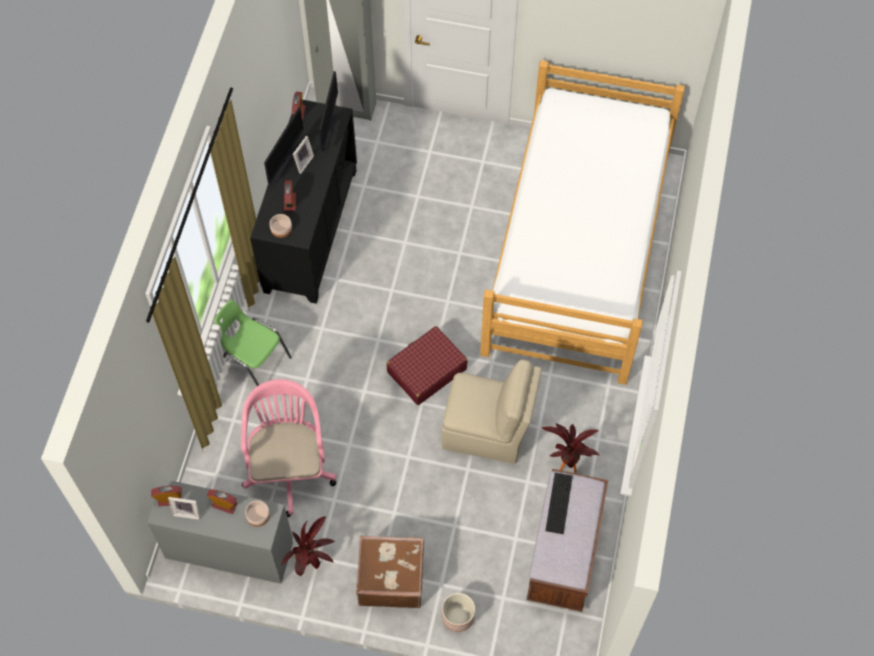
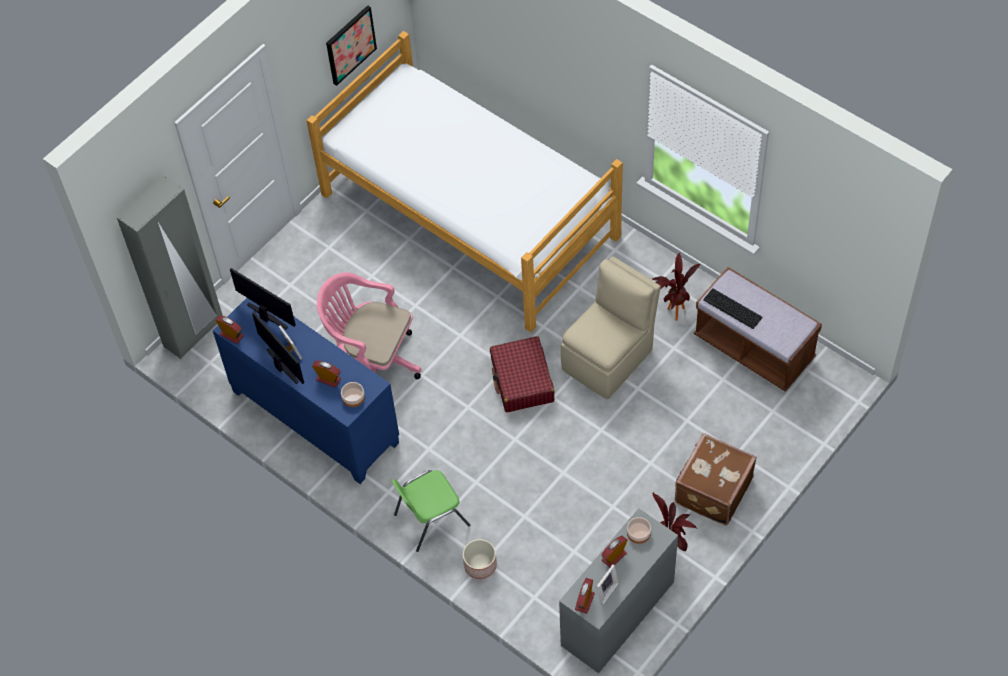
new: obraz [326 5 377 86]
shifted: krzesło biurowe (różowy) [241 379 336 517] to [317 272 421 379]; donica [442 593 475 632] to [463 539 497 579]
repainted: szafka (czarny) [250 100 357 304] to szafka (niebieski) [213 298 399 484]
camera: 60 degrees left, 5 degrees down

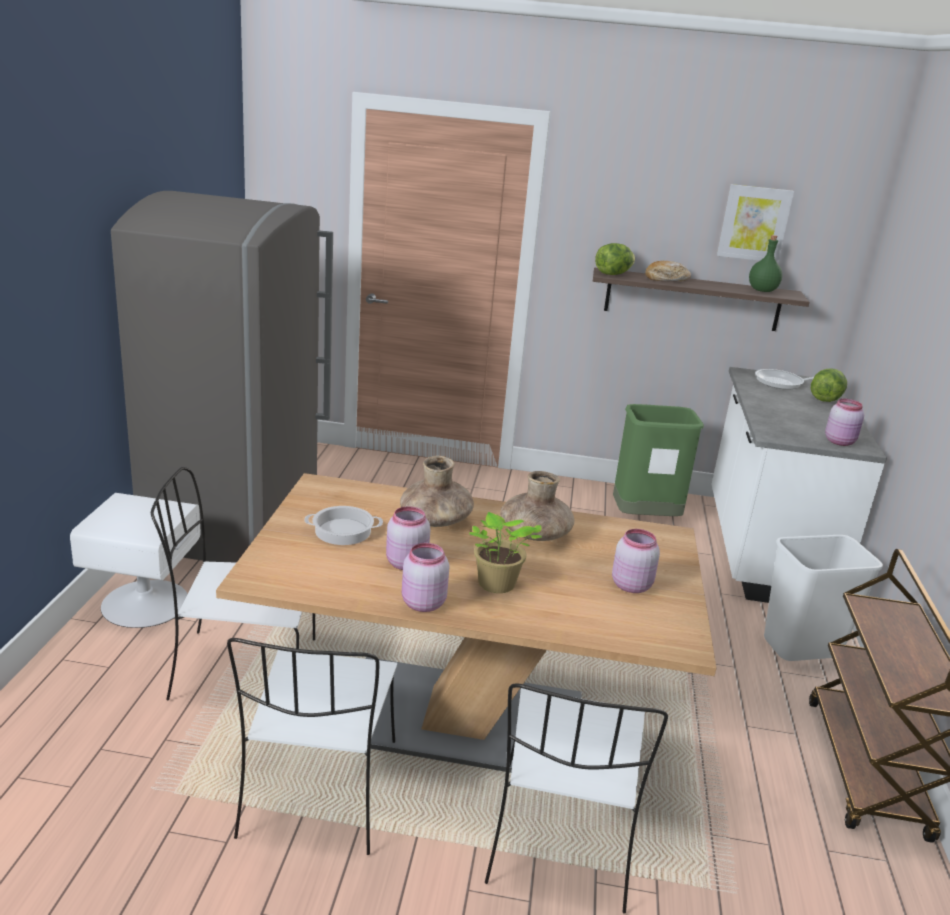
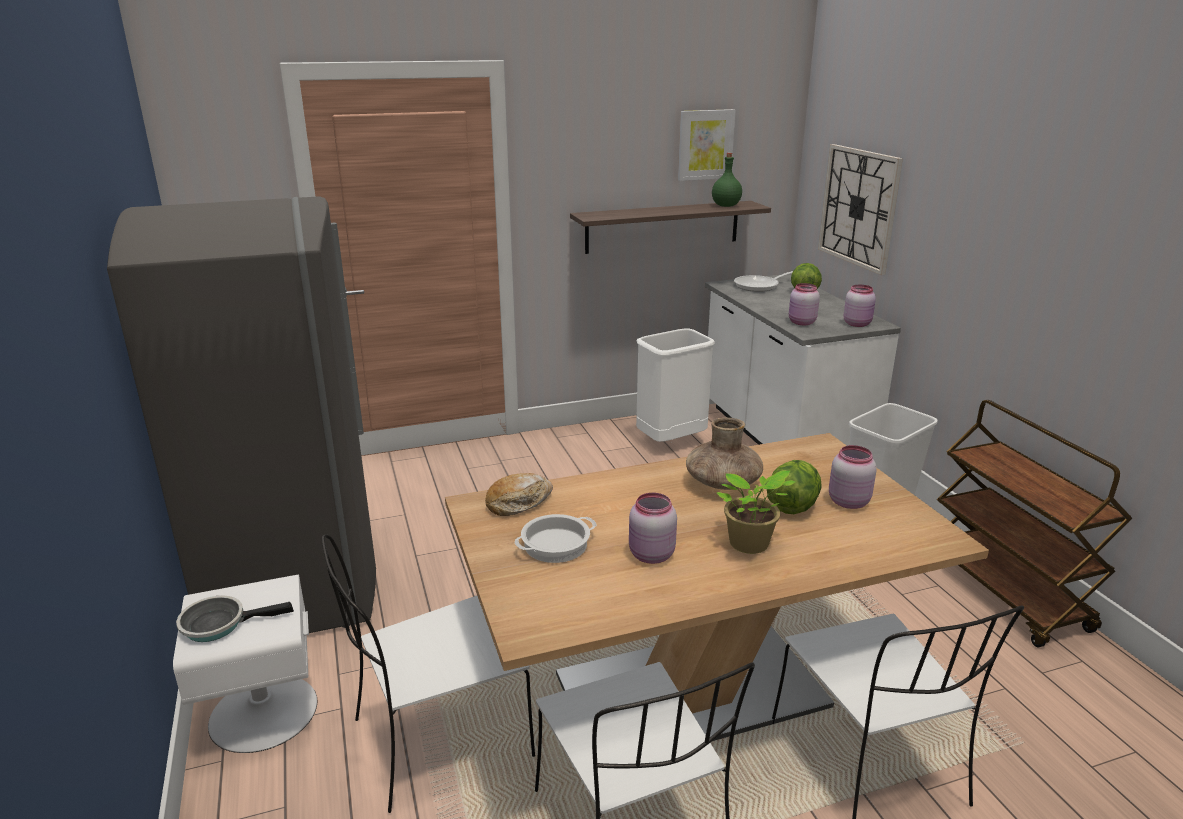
gone: wazon (brązowy) [400 456 474 527]
new: patelnia [176 595 294 642]; zegar ścienny [818 144 903 275]
shifted: słoik (różowy) [402 543 449 612] to [789 283 820 325]; sałata [595 243 635 275] to [767 460 822 514]; chleb [645 261 691 281] to [485 473 553 516]
repainted: kosz na śmieci (zielony) [613 404 704 516] to kosz na śmieci (biały) [636 328 715 442]
camera: 25 degrees left, 0 degrees up

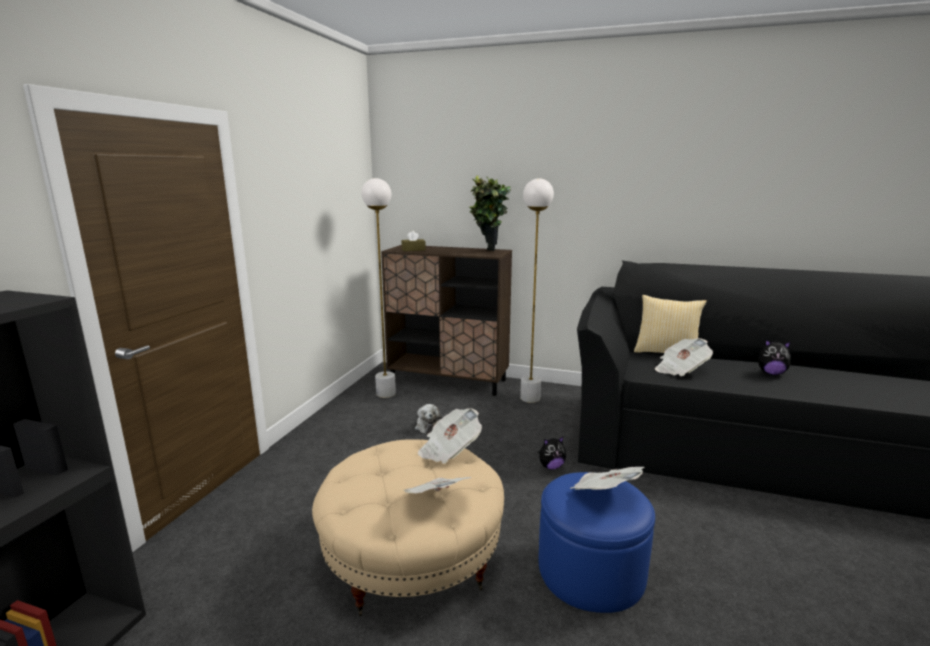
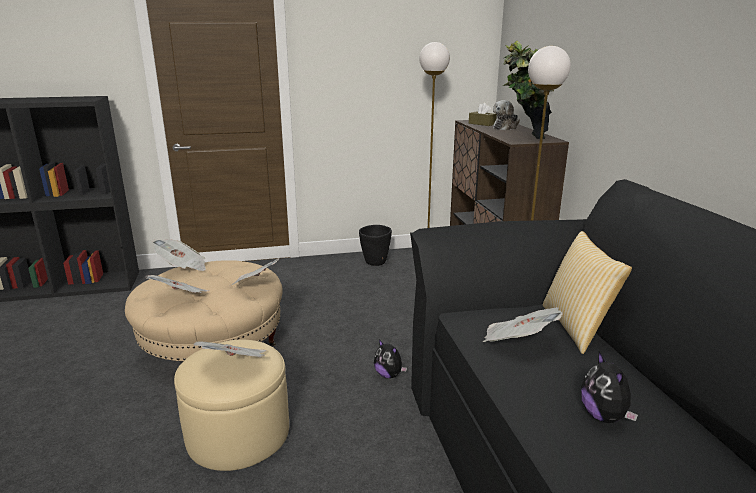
new: gazeta [152 239 206 271]; donica (czarny) [359 225 392 266]
shifted: pluszak [415 404 442 434] to [493 100 520 130]
repainted: pufa (niebieski) [538 472 655 613] to pufa (beżowy) [174 340 289 471]
camera: 60 degrees right, 5 degrees up

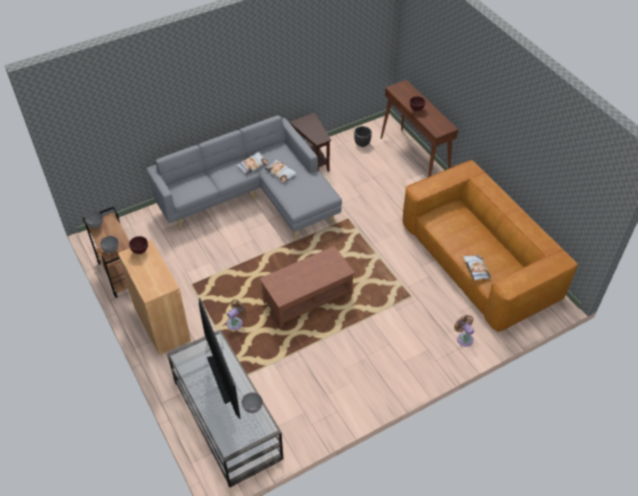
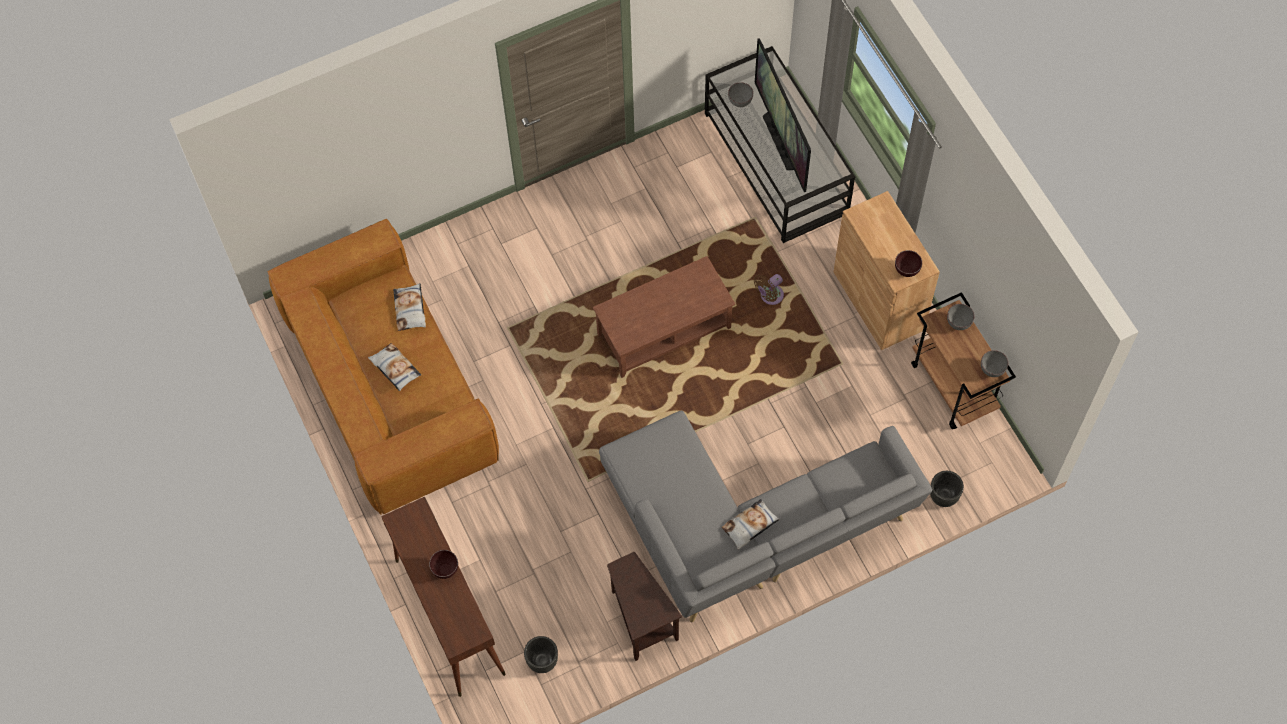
gone: wentylator (brązowy) [454 315 474 347]
new: donica (czarny) [930 471 964 507]
shifted: poduszka [265 159 297 183] to [368 343 421 391]
camera: 175 degrees left, 15 degrees up

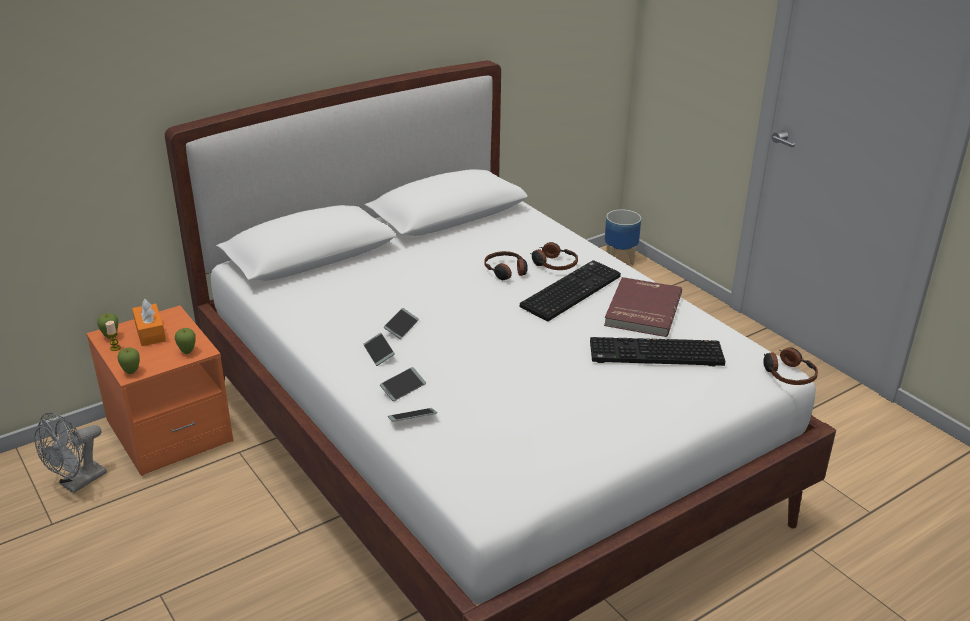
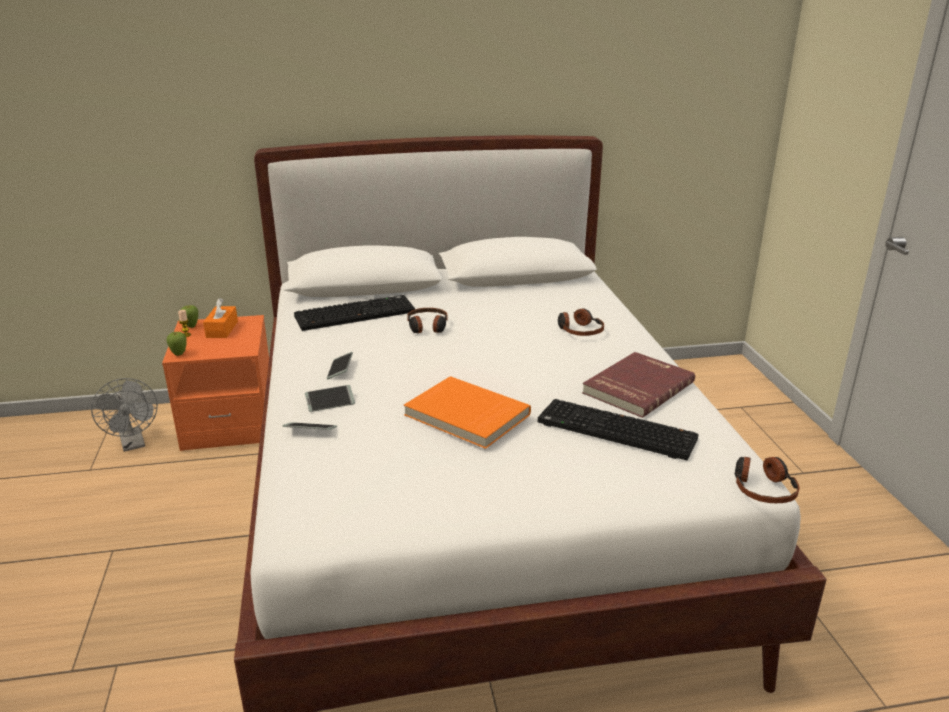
gone: jabłko [175 328 196 354]; telefon [384 308 419 339]; donica [605 209 641 265]
new: książka (pomarańczowy) [404 376 531 449]
shifted: słuchawki [484 251 528 280] to [407 308 448 333]; klawiatura [520 260 621 322] to [294 295 415 331]
rotated: wentylator (szary) [34 412 107 493] = [91 378 158 452] 90 degrees counterclockwise
camera: 25 degrees right, 5 degrees down

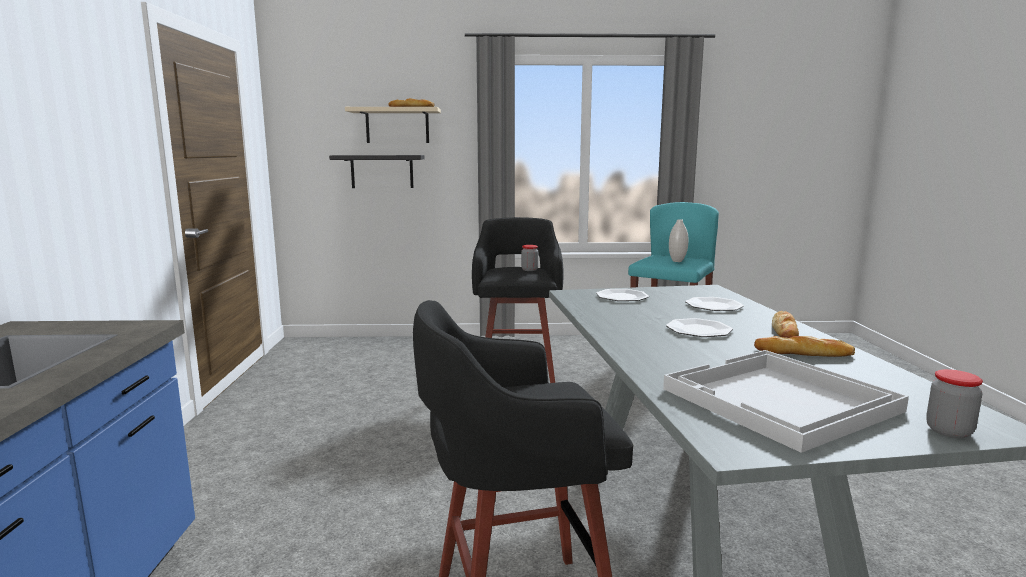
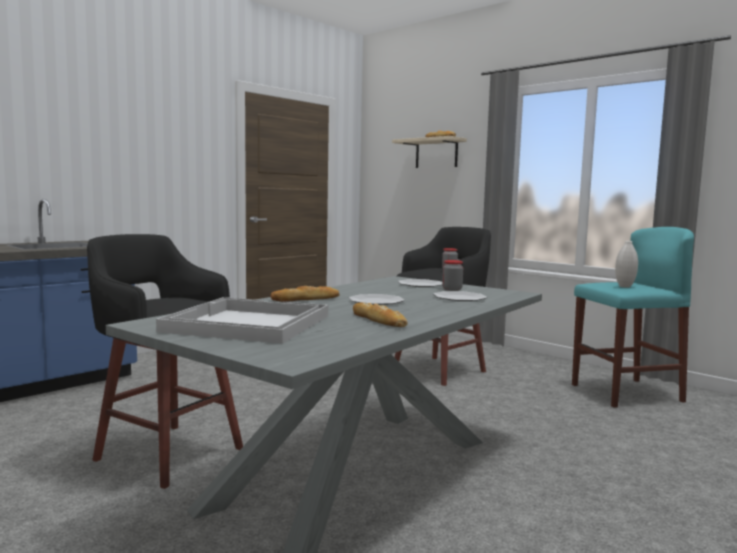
gone: półka (czarny) [329 155 425 188]
shifted: chleb [772 311 799 338] to [270 286 340 302]; słoik [926 369 983 438] to [442 260 463 291]
camera: 45 degrees right, 5 degrees down

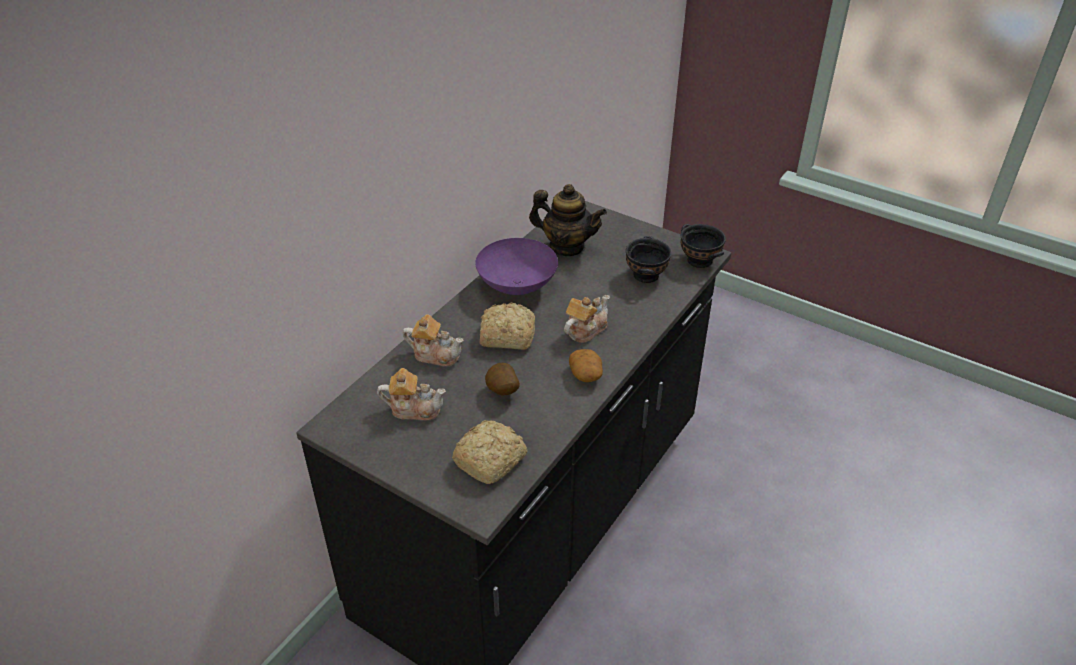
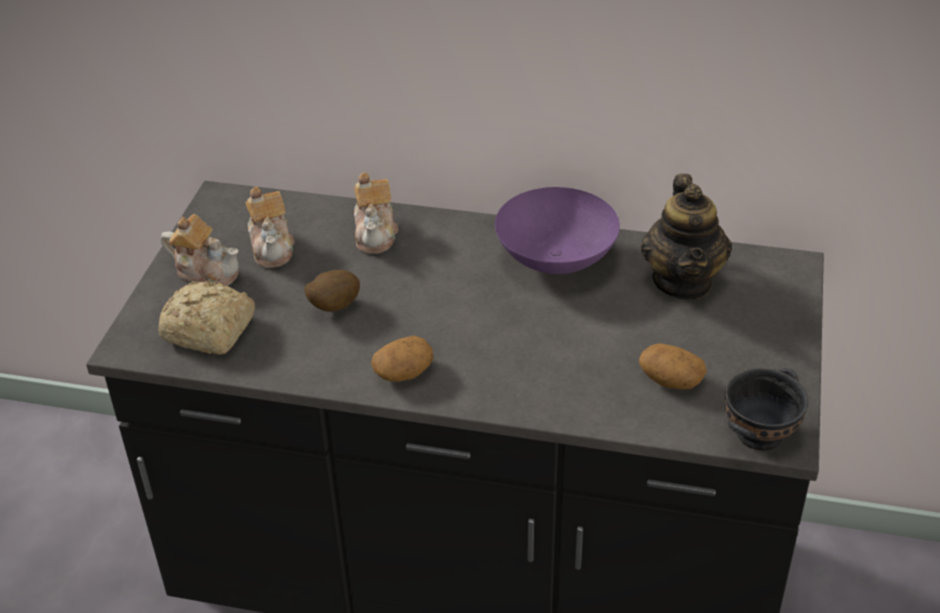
gone: chleb [480 302 535 350]
shifted: imbryk [564 295 610 343] to [161 214 239 286]
swapped: miska (czarny) [626 236 671 283] to ziemniak [639 343 707 390]
camera: 70 degrees right, 0 degrees up

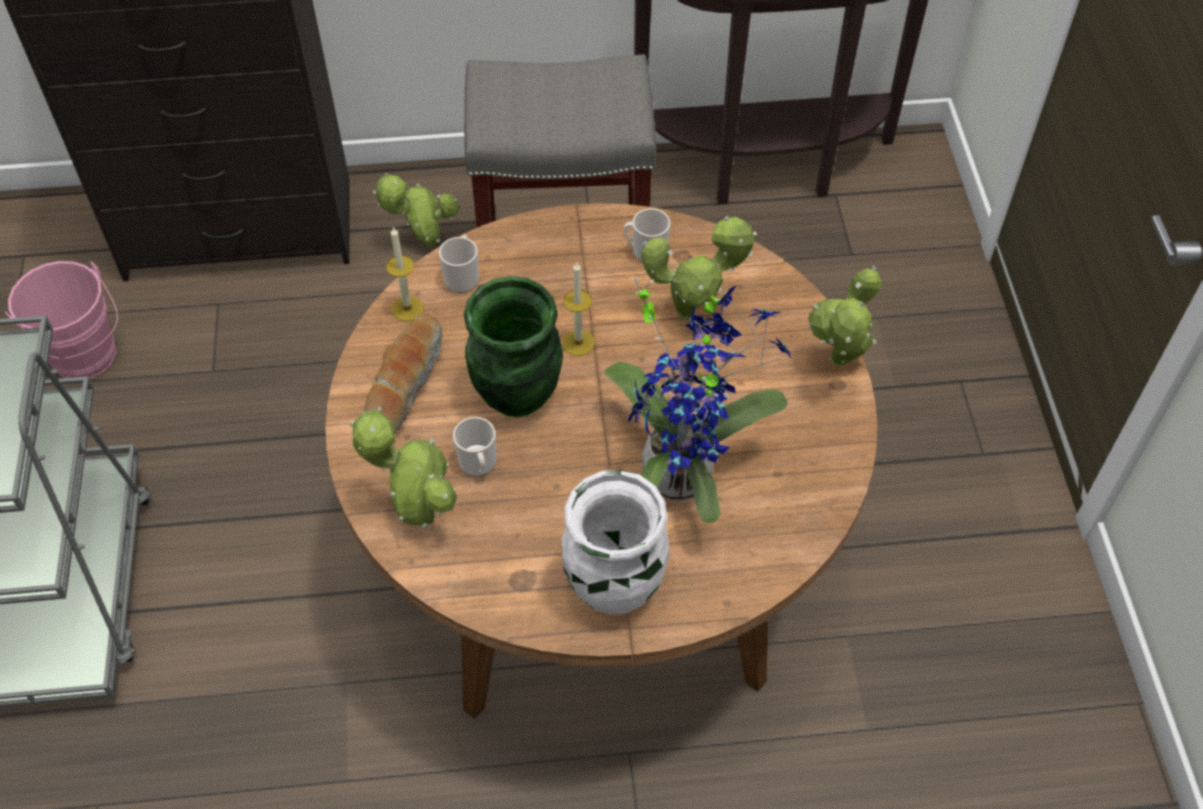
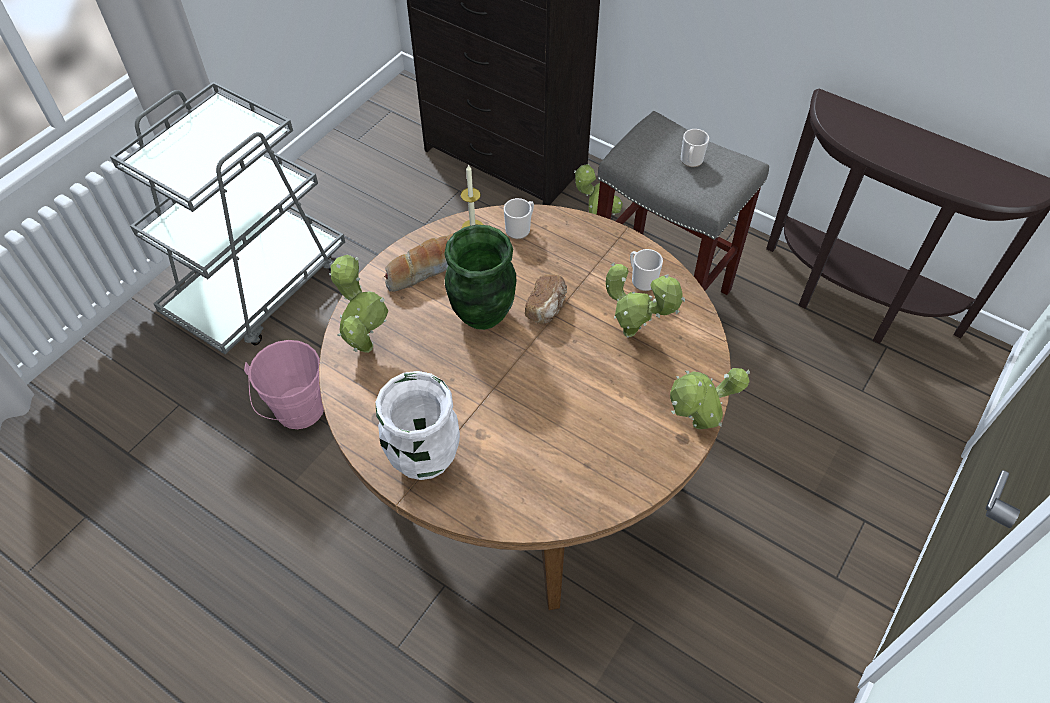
gone: roślina doniczkowa [604 277 791 523]
shifted: wiadro (różowy) [5 261 118 378] to [244 340 324 429]; kubek [453 417 496 477] to [681 129 709 167]
swapped: świeca [562 263 595 356] to chleb [525 274 567 324]
camera: 40 degrees right, 0 degrees up

